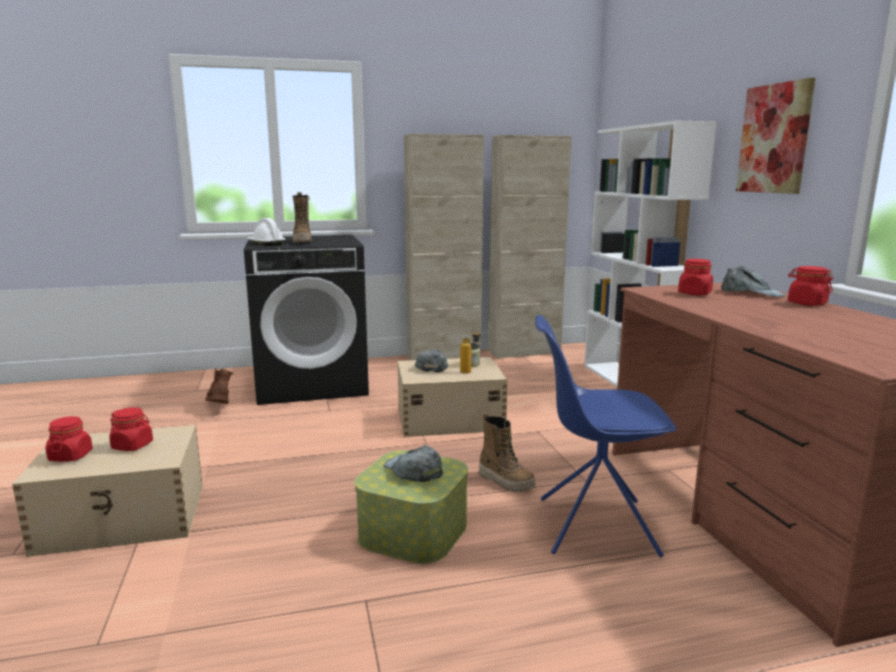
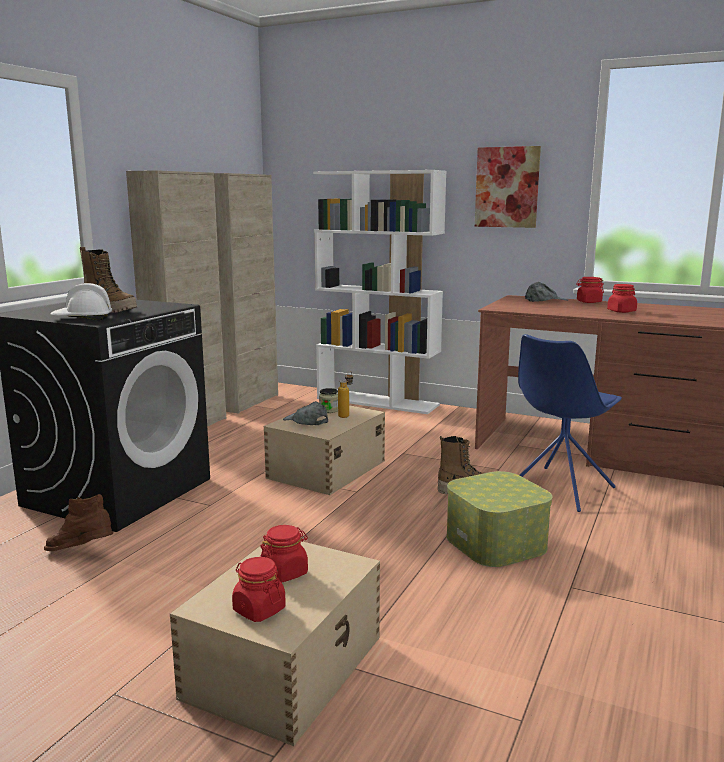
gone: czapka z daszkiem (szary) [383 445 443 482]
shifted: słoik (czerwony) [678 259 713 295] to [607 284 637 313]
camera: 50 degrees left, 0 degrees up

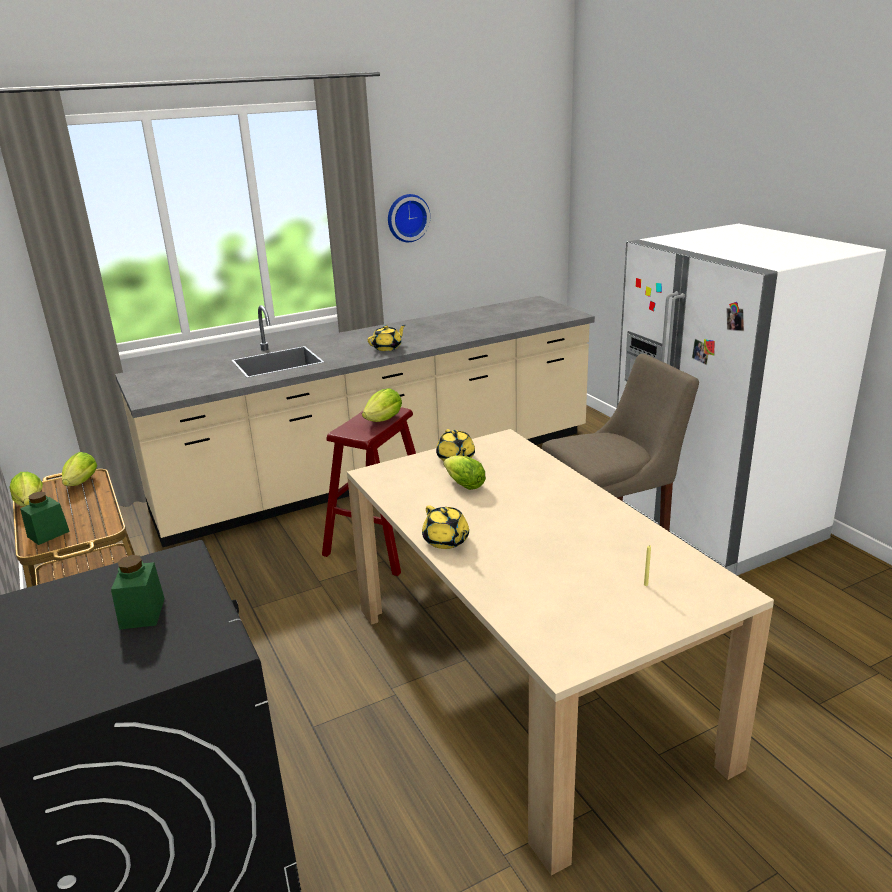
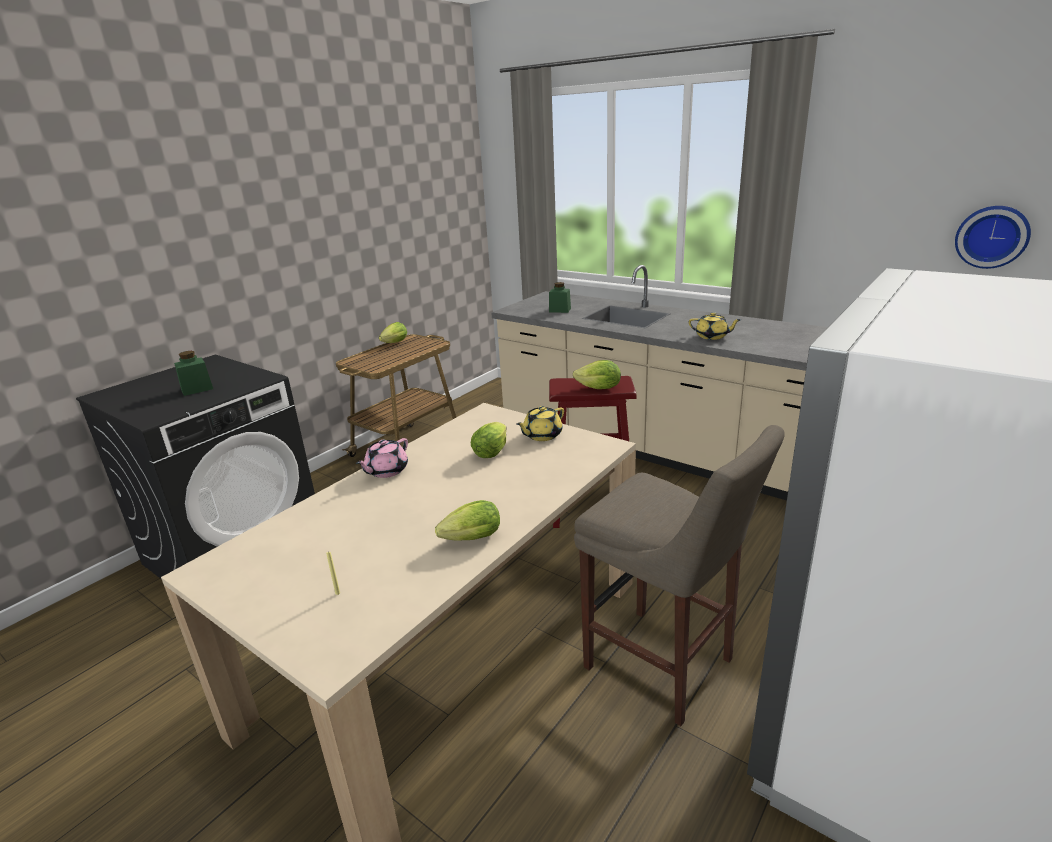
shifted: słoik (zielony) [20 492 70 545] to [549 282 571 313]; sałata [62 452 97 486] to [435 500 500 541]; zegar ścienny [388 194 430 242] to [955 206 1031 269]
repainted: imbryk (żółty) [422 505 469 549] to imbryk (różowy) [356 438 408 478]
camera: 65 degrees right, 0 degrees up

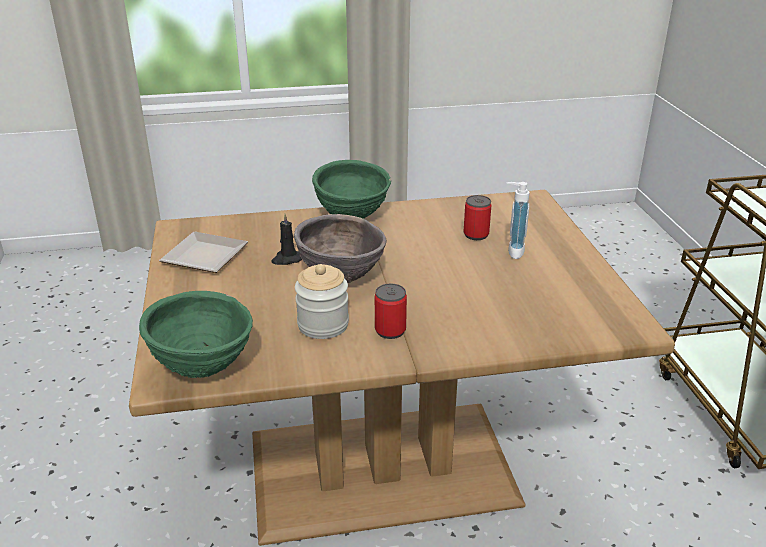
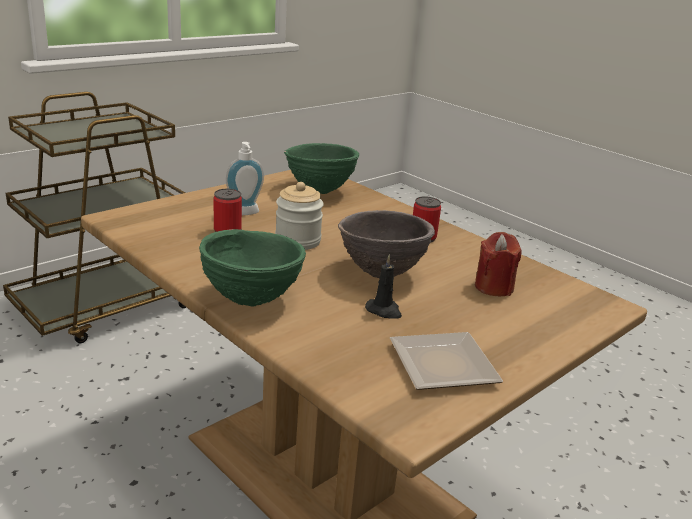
new: świeca (czerwony) [475 232 522 296]
shifted: miska (zielony) [139 291 253 378] to [284 143 359 194]; słoik [295 264 349 339] to [275 182 324 250]
camera: 125 degrees left, 5 degrees down

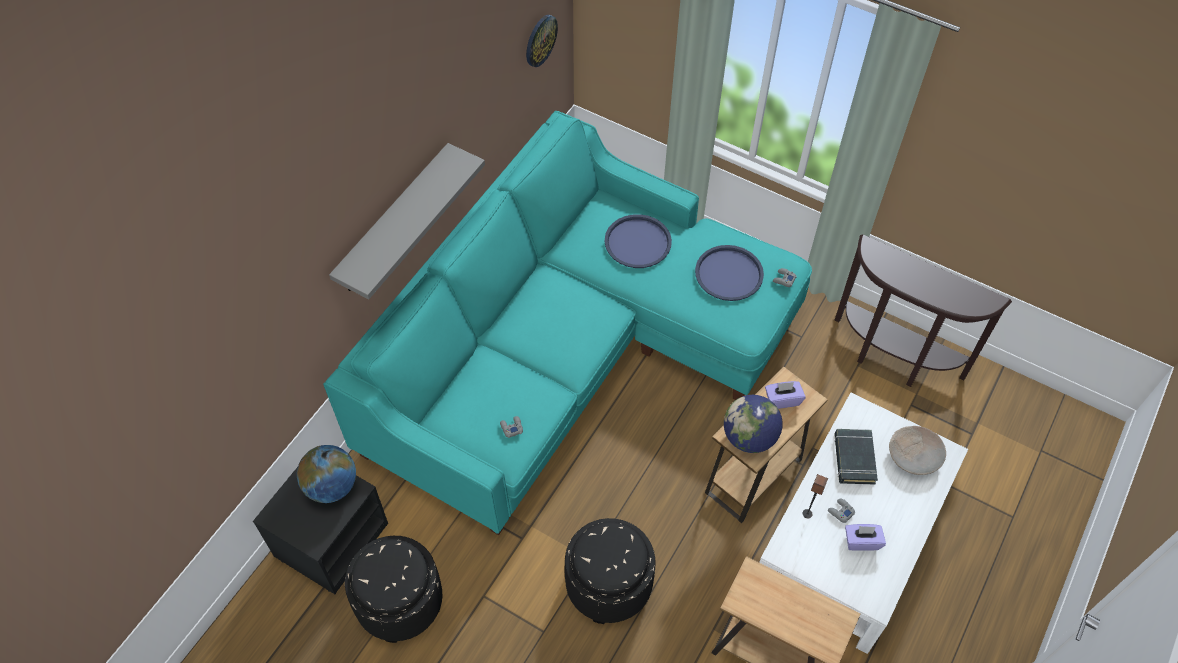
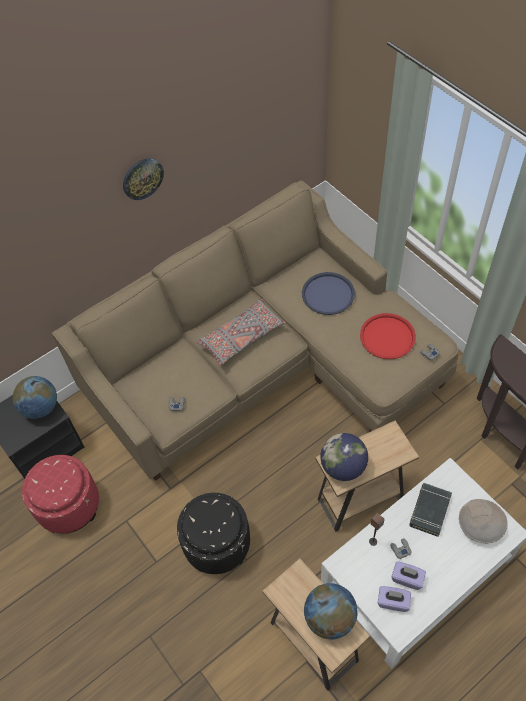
gone: półka (szary) [329 143 485 300]
new: poduszka (szary) [197 298 286 366]; globus [304 583 358 639]
shifted: zegar ścienny [526 15 558 67] to [123 158 164 200]; pudełko chusteczek (fioletowy) [765 381 806 409] to [378 586 411 612]
repainted: kanapa (turkusowy) [323 111 812 535] to kanapa (beżowy) [52 180 459 481]; pufa (czarny) [345 536 442 643] to pufa (czerwony) [22 455 99 534]; taca (niebieski) [695 245 764 301] to taca (czerwony) [360 313 416 359]
camera: 25 degrees right, 0 degrees up

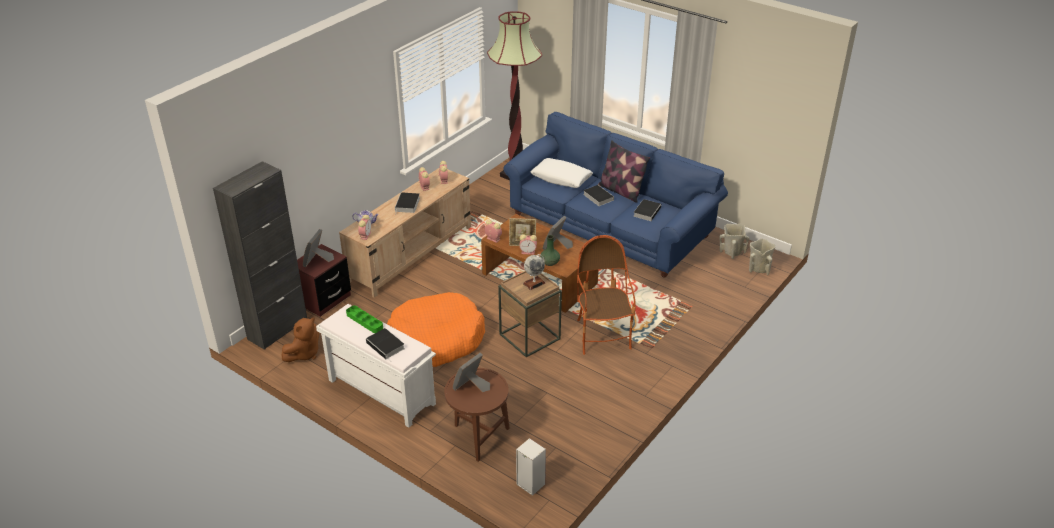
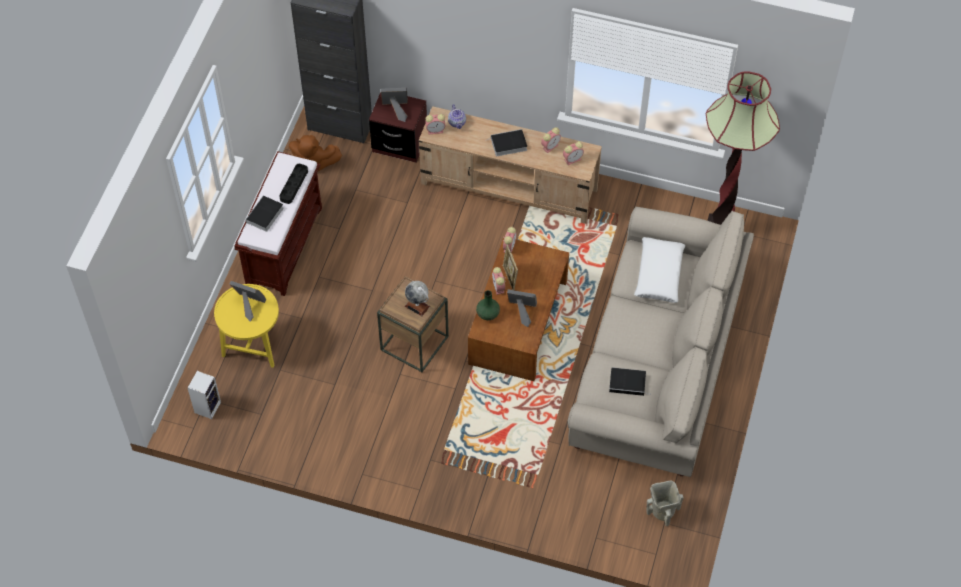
gone: legowisko (pomarańczowy) [387 292 485 367]; fotel [577 235 636 355]; książka [583 185 614 206]; poduszka [598 140 650 203]; wazon (beżowy) [749 239 775 275]
repainted: ławka (biały) [316 304 436 428] to ławka (brązowy) [234 151 322 296]; taca (zielony) [346 305 383 333] to taca (czarny) [279 164 308 204]; stolik (brązowy) [444 368 510 462] to stolik (żółty) [214 284 279 368]; kanapa (niebieski) [504 112 728 278] to kanapa (beżowy) [568 207 754 477]
camera: 70 degrees right, 20 degrees up

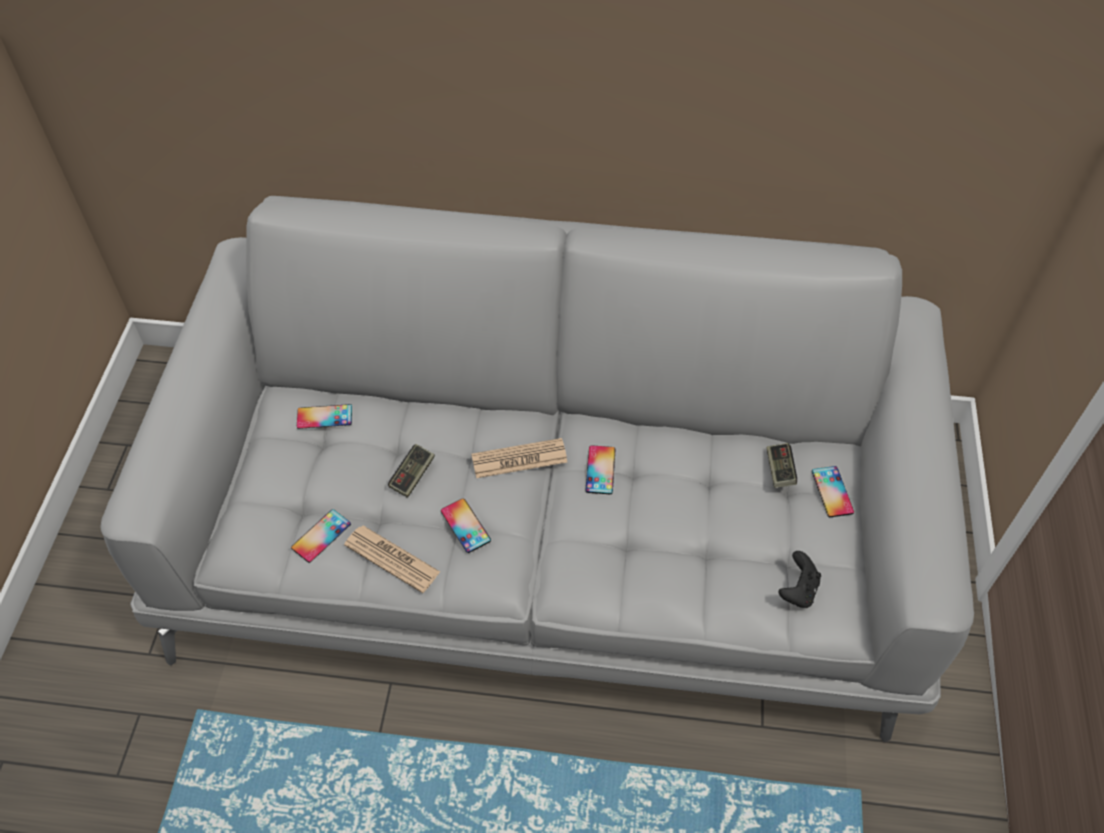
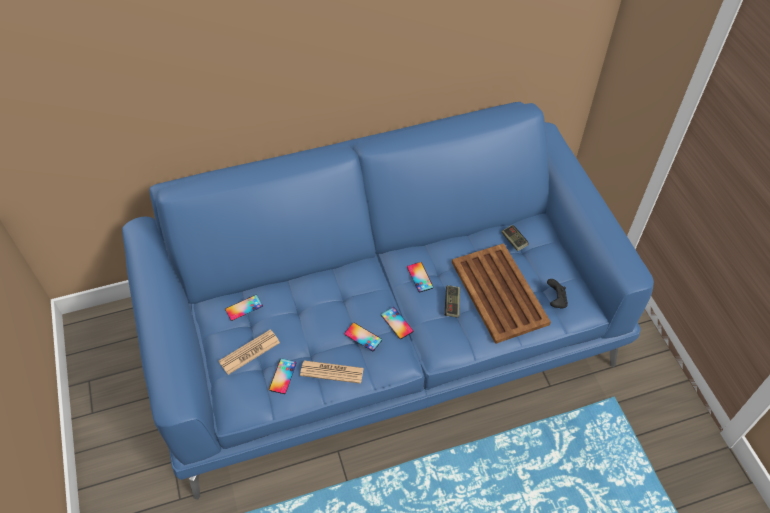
new: taca (brązowy) [452 243 551 344]
shifted: pad do gier [388 444 435 498] to [445 285 460 317]; gazeta [472 438 567 478] to [219 329 280 375]; telefon [812 466 854 517] to [381 307 413 339]
repainted: kanapa (szary) [100 196 974 742] to kanapa (niebieski) [122 102 654 500]
camera: 25 degrees left, 0 degrees up

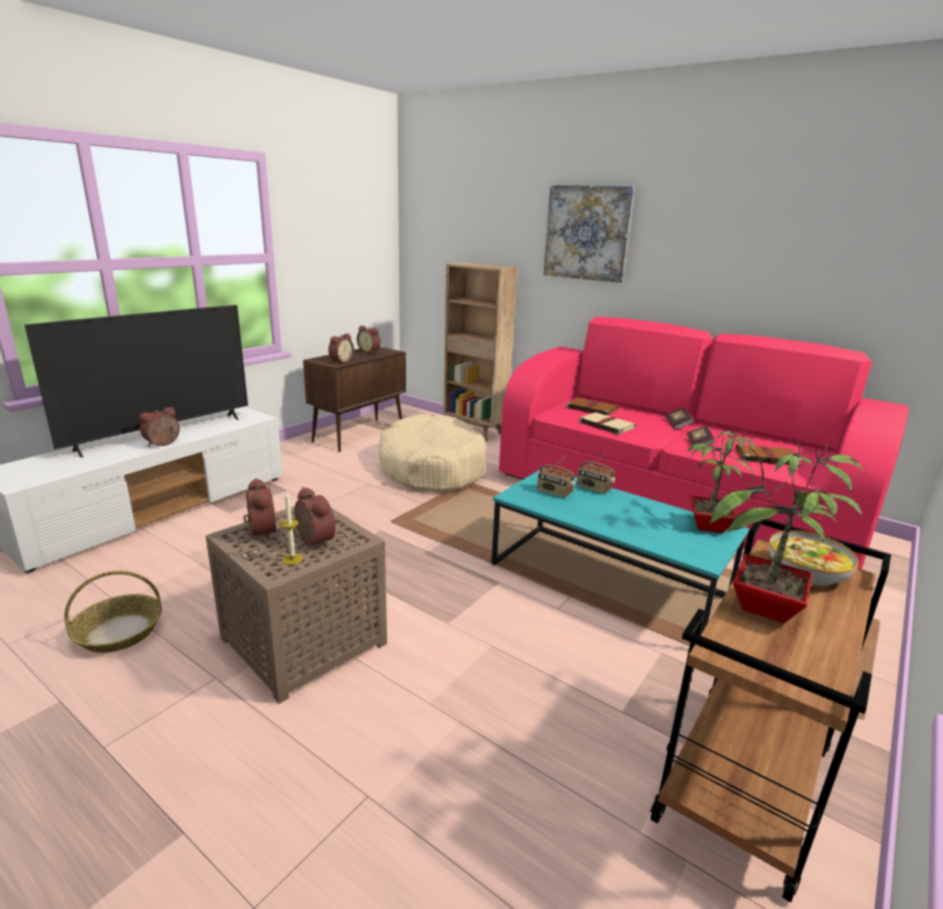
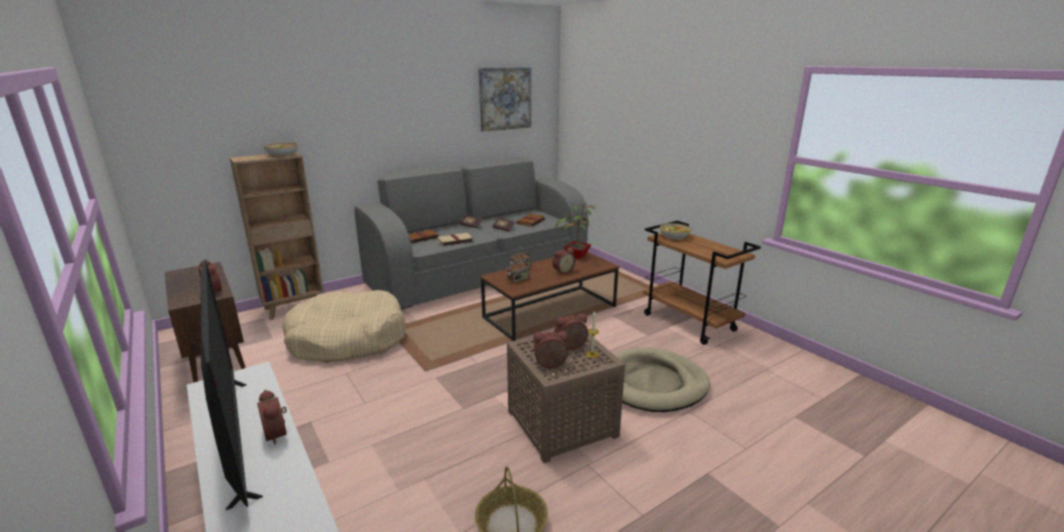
gone: roślina doniczkowa [709 442 866 623]
new: miska [264 143 298 157]; legowisko (beżowy) [604 348 710 412]
shifted: budzik [357 325 381 354] to [552 248 575 274]; obraz [544 185 635 283] to [478 67 531 132]
repainted: ława (turkusowy) [491 468 749 635] to ława (brązowy) [480 252 620 341]; kanapa (różowy) [499 317 909 570] to kanapa (szary) [354 157 588 309]
camera: 70 degrees left, 0 degrees up

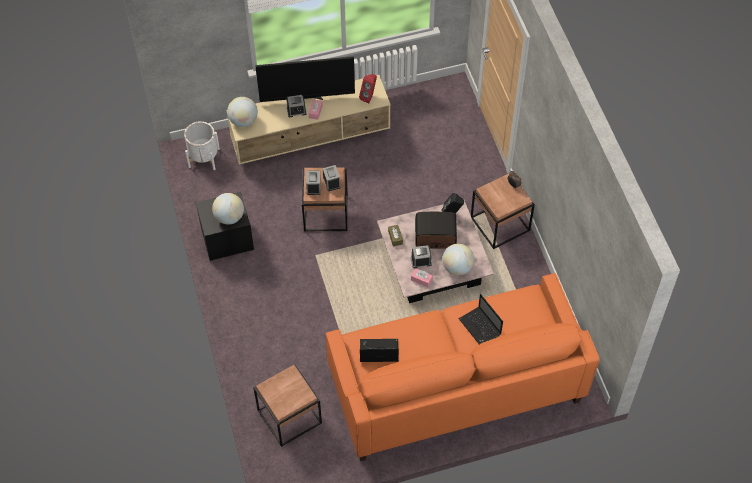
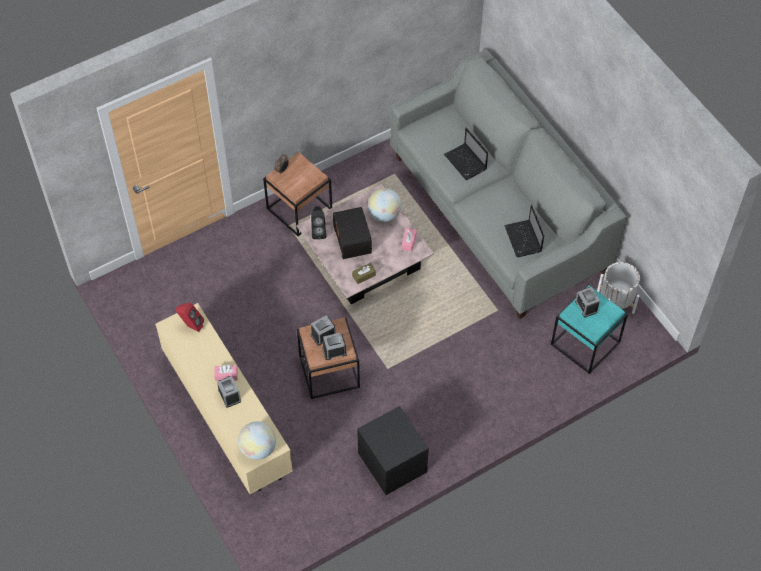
gone: globus [212 193 244 225]; telewizor [255 56 355 102]
shifted: donica (biały) [184 121 220 170] to [597 262 640 314]; budzik [411 245 432 268] to [575 287 600 317]
repainted: stolik (brązowy) [253 364 322 447] to stolik (turkusowy) [551 285 628 374]; kanapa (pomarańczowy) [326 273 599 461] to kanapa (szary) [390 50 627 319]
rotated: laptop [459 294 503 345] = [444 128 488 180] 105 degrees clockwise
camera: 105 degrees left, 0 degrees up

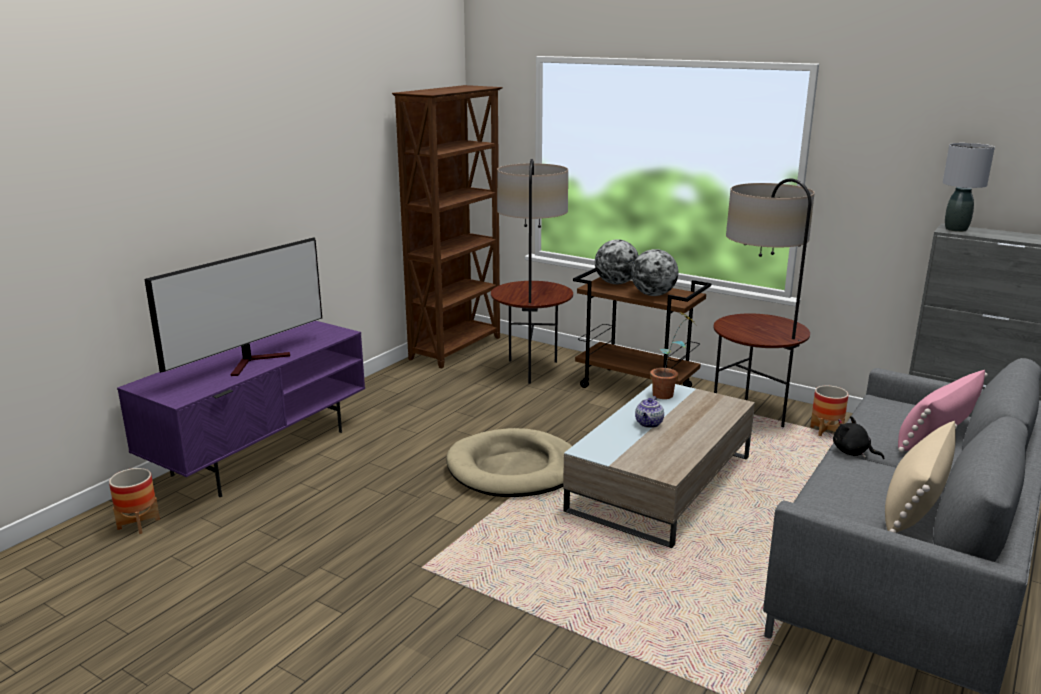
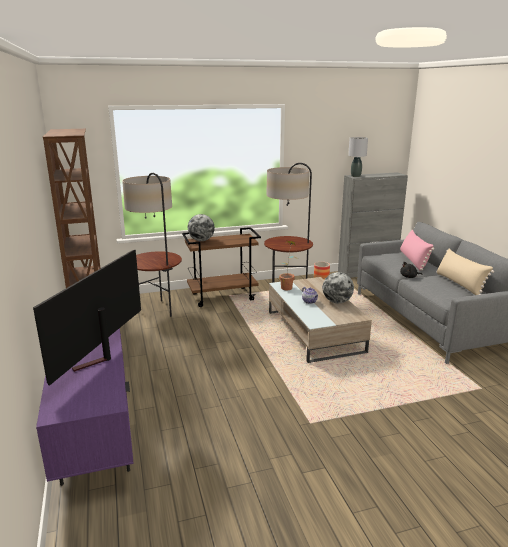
gone: donica [109 468 160 534]; legowisko (beżowy) [446 428 572 497]
shifted: globus [631 249 678 296] to [323 272 354 303]
rotated: telewizor [144 237 322 376] = [33 249 141 386] 150 degrees counterclockwise
camera: 50 degrees left, 0 degrees up

